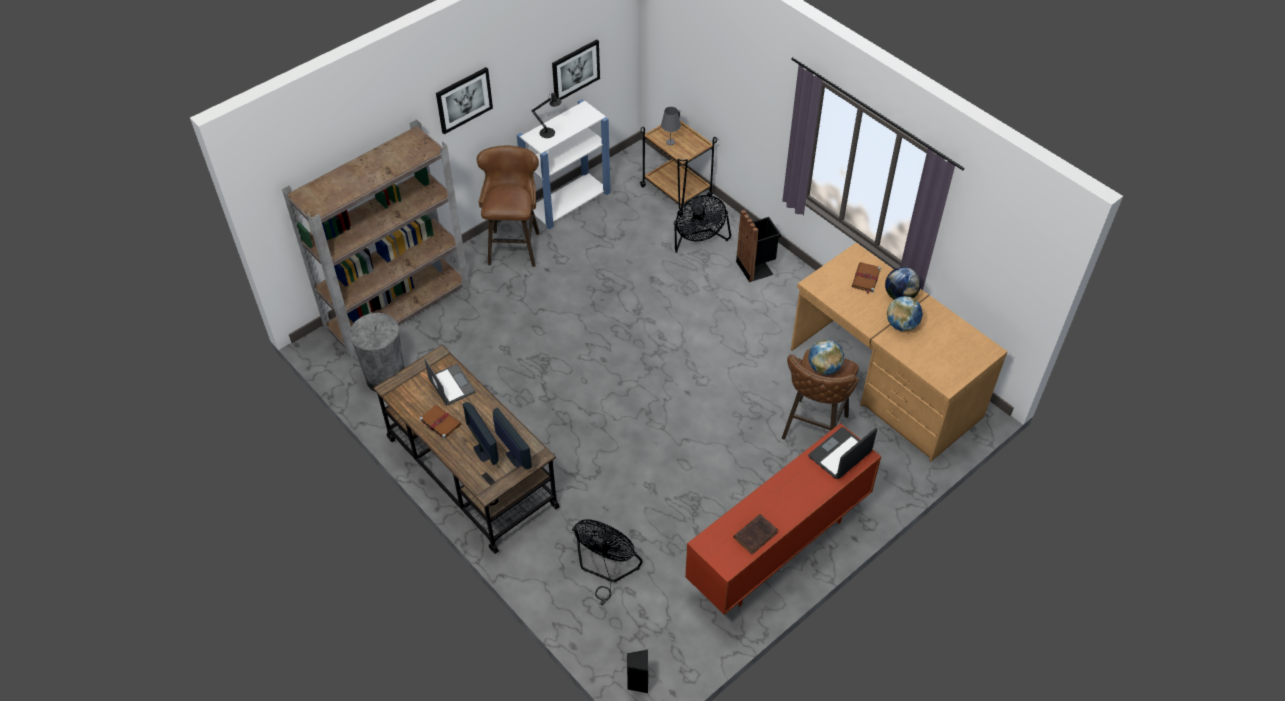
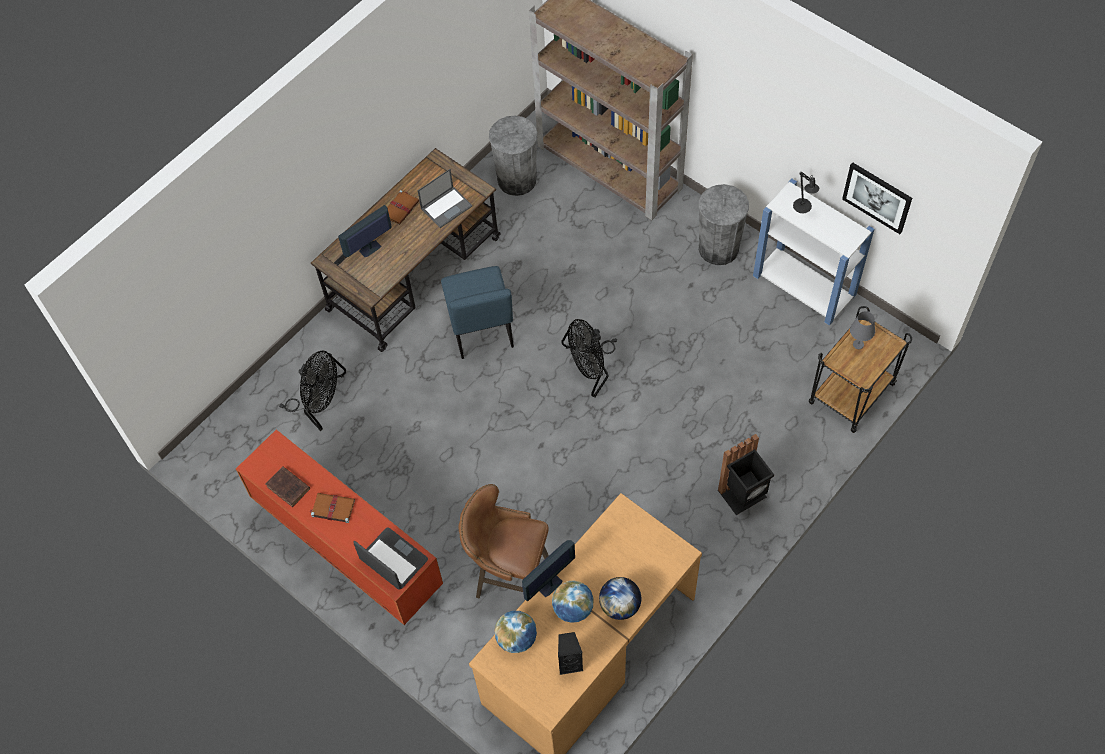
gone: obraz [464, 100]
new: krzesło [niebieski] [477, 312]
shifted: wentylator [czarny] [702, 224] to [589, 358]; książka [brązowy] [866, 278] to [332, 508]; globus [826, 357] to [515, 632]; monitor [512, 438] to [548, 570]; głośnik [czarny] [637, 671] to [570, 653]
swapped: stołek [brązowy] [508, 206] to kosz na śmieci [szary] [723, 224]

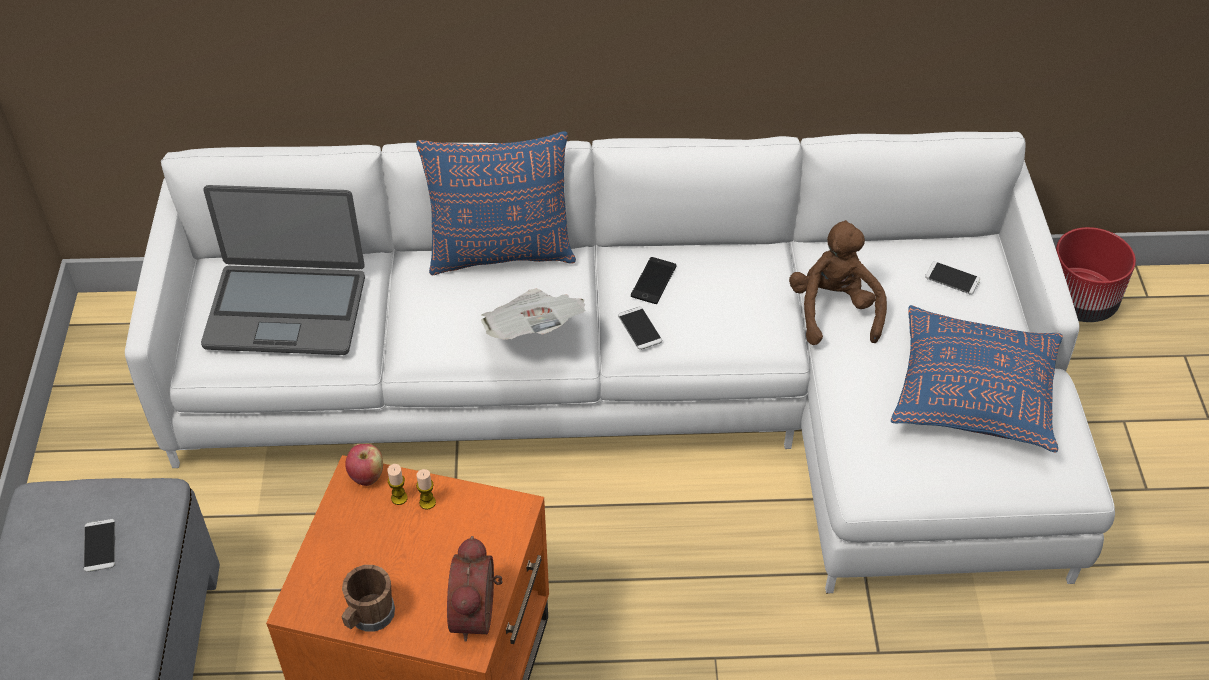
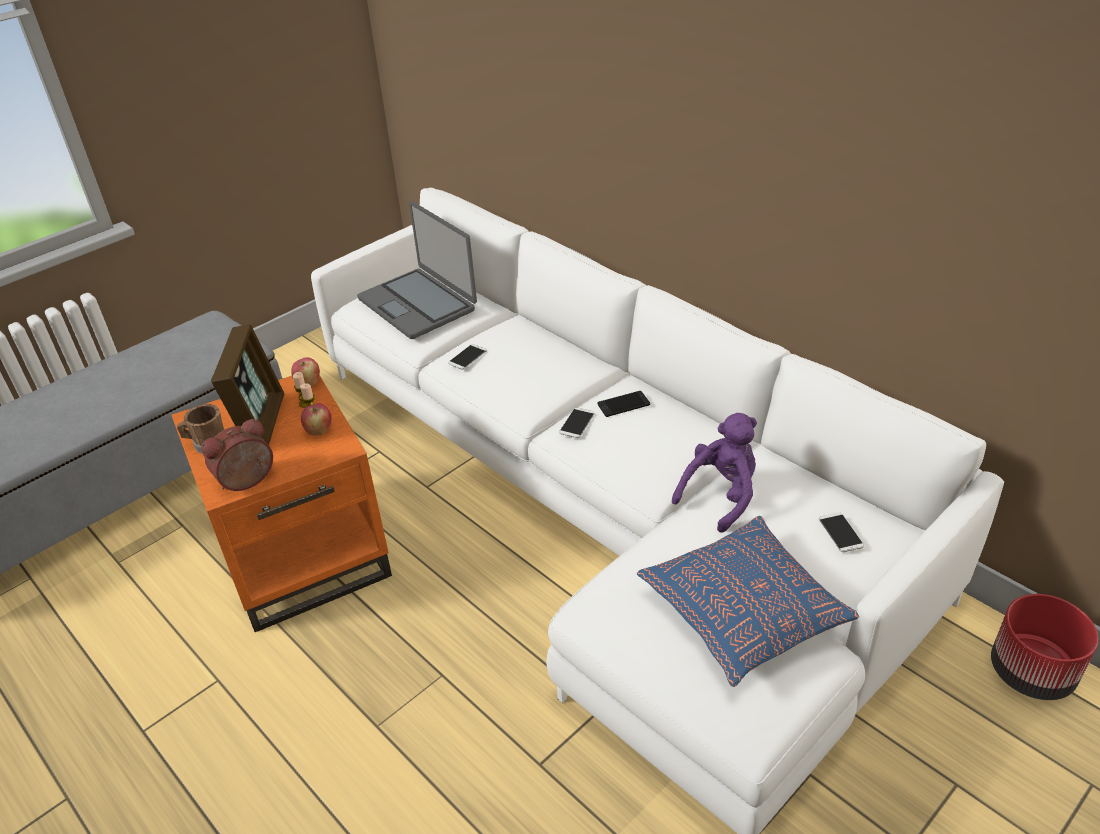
gone: poduszka [niebieski] [496, 203]; gazeta [533, 314]
new: ramka na zdjęcie [247, 384]; jabłko [316, 419]
shifted: telefon [99, 545] to [467, 357]
repainted: pluszak [brązowy] [838, 282] to pluszak [fioletowy] [714, 473]

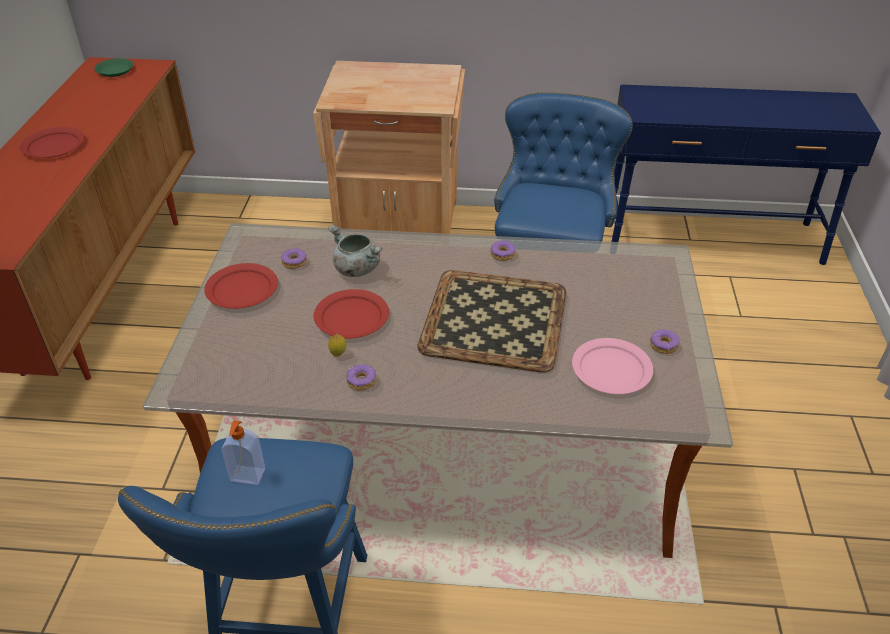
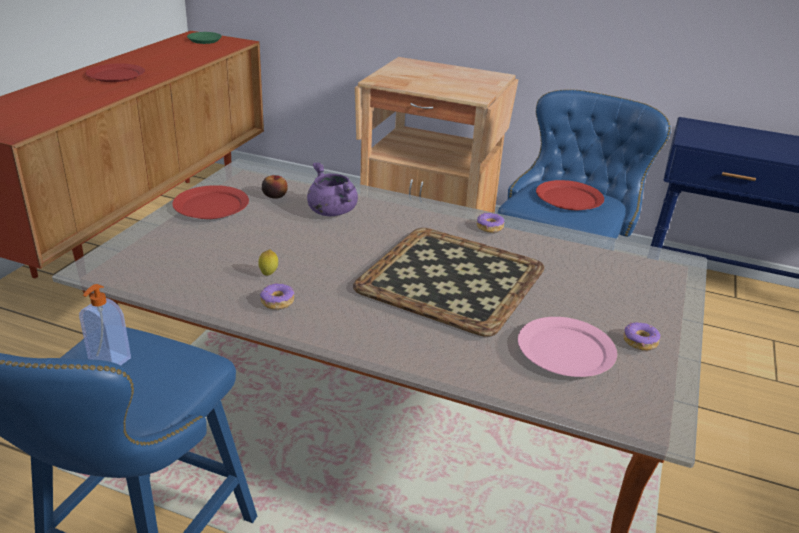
shifted: talerz [czerwony] [351, 313] to [570, 195]
swapped: donut [294, 258] to jabłko [275, 187]
repainted: garnek [szary] [355, 251] to garnek [fioletowy] [332, 189]

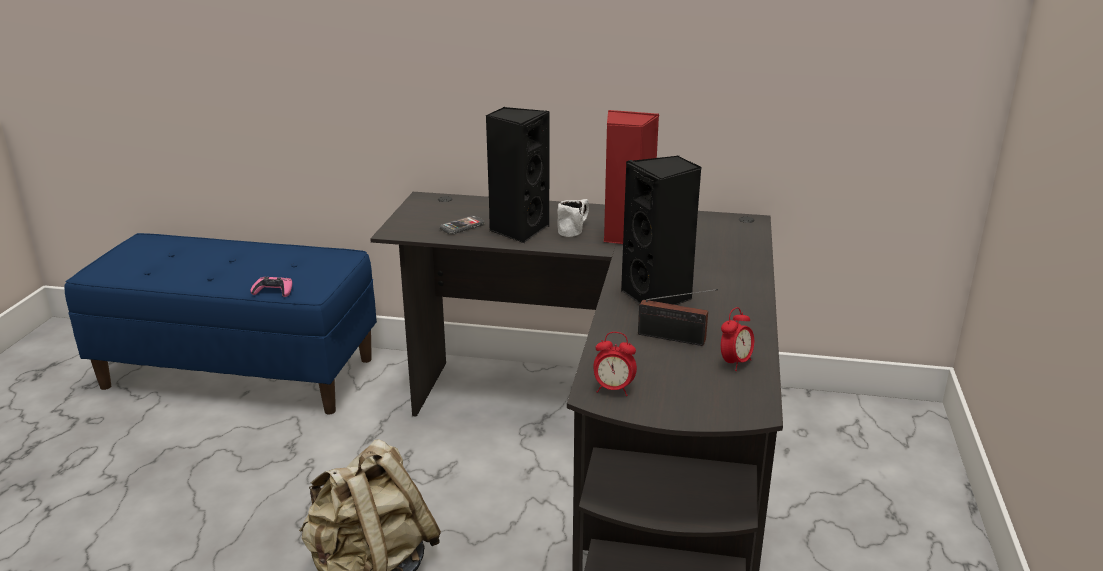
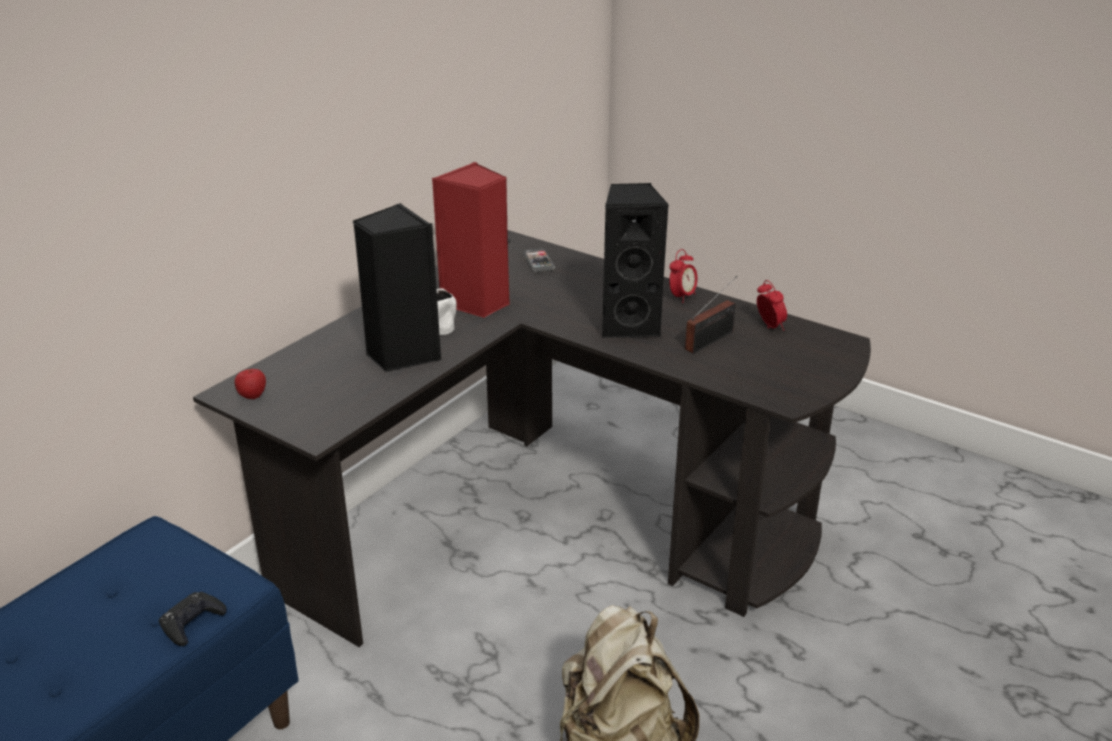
new: jabłko [250, 384]
shifted: telefon [462, 225] to [539, 261]; budzik [615, 364] to [683, 276]
repainted: pad do gier [różowy] [271, 287] to pad do gier [czarny] [193, 619]

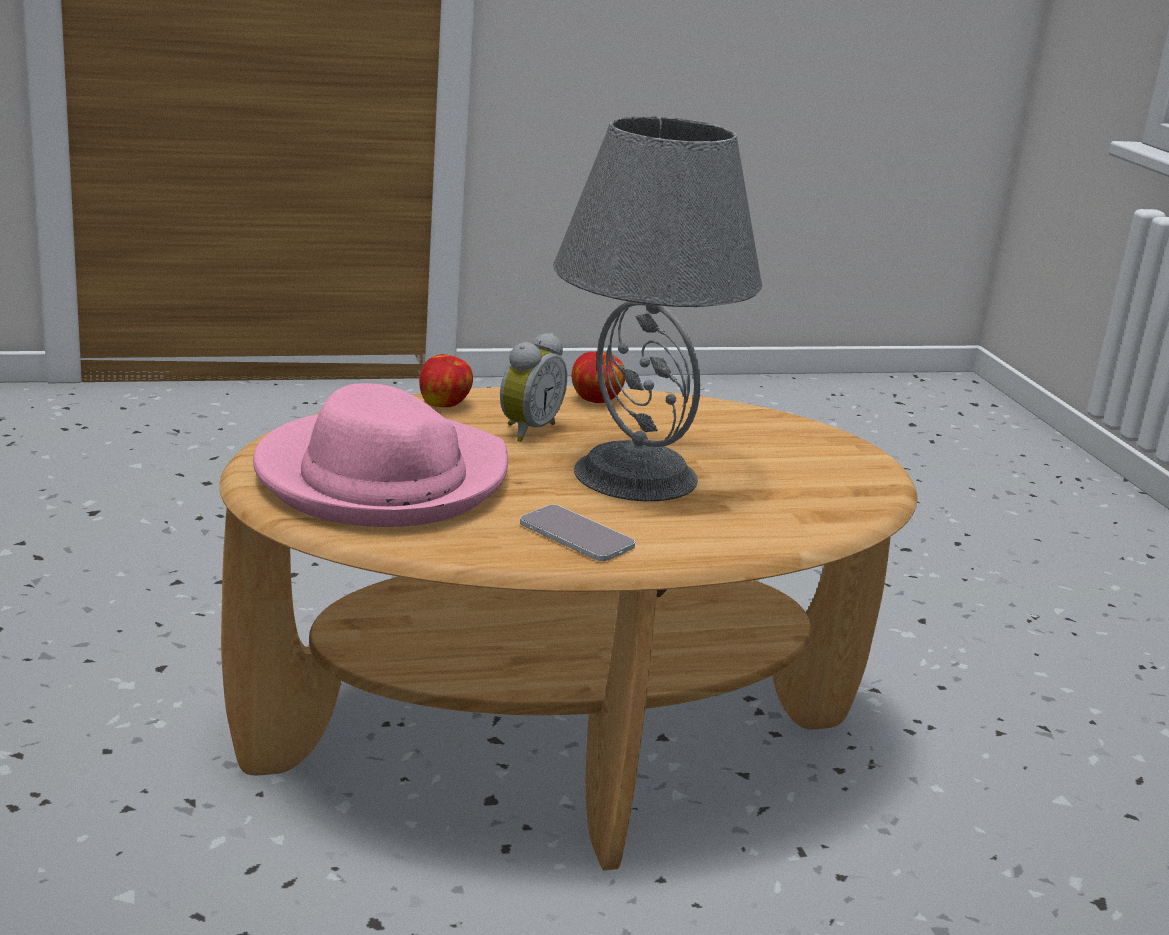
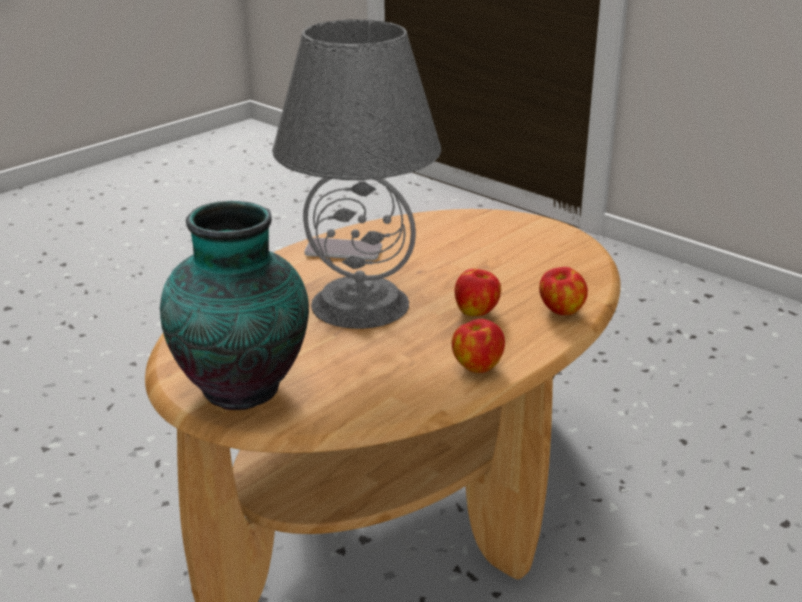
gone: kapelusz [różowy] [380, 455]
new: wazon [234, 305]
swapped: budzik [533, 387] to jabłko [478, 292]

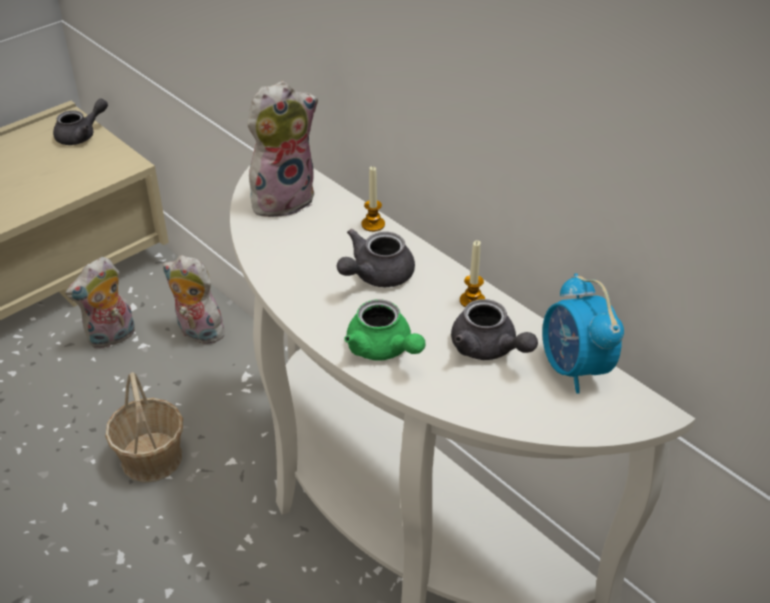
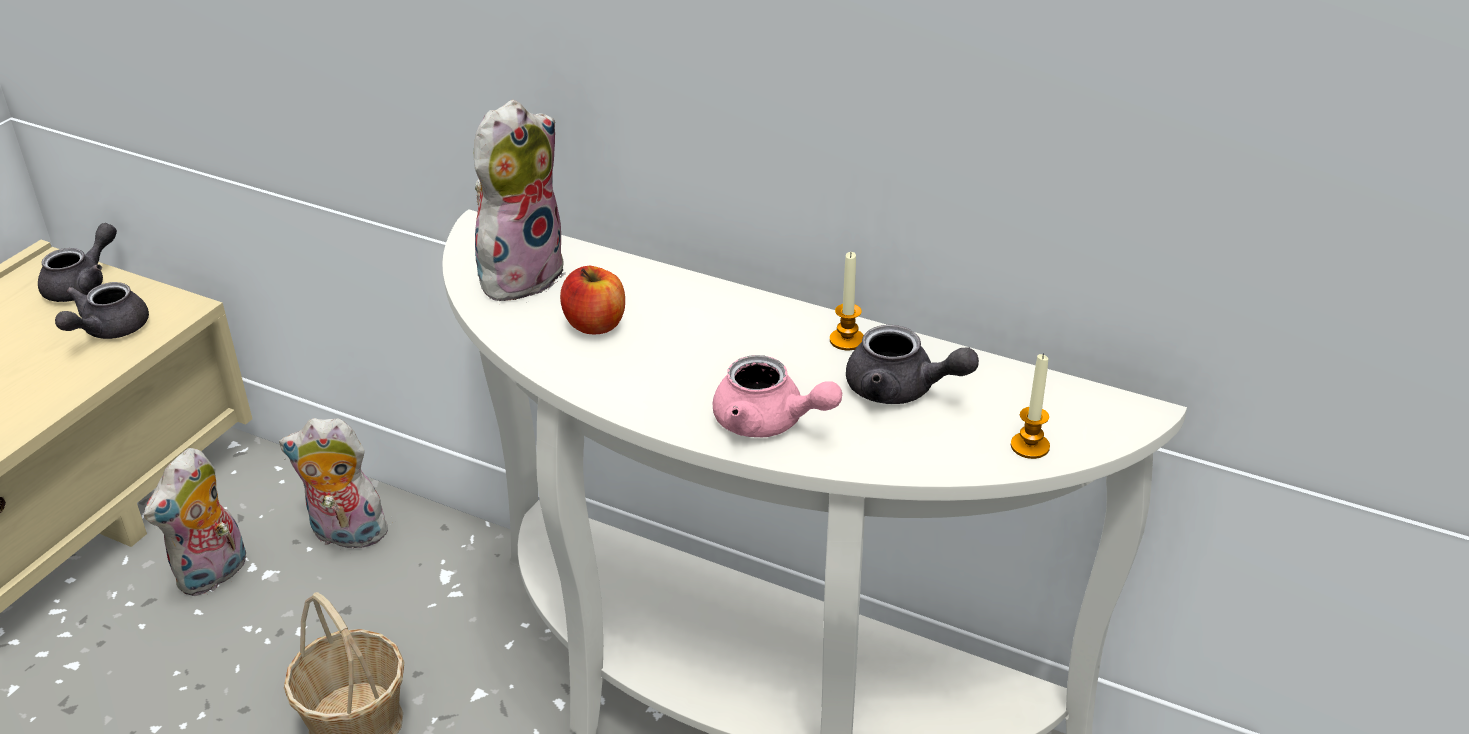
gone: budzik [583, 333]
new: jabłko [592, 300]
shifted: świeca [373, 199] to [1030, 406]; imbryk [szary] [376, 258] to [102, 310]
repainted: imbryk [zielony] [384, 330] to imbryk [różowy] [777, 396]

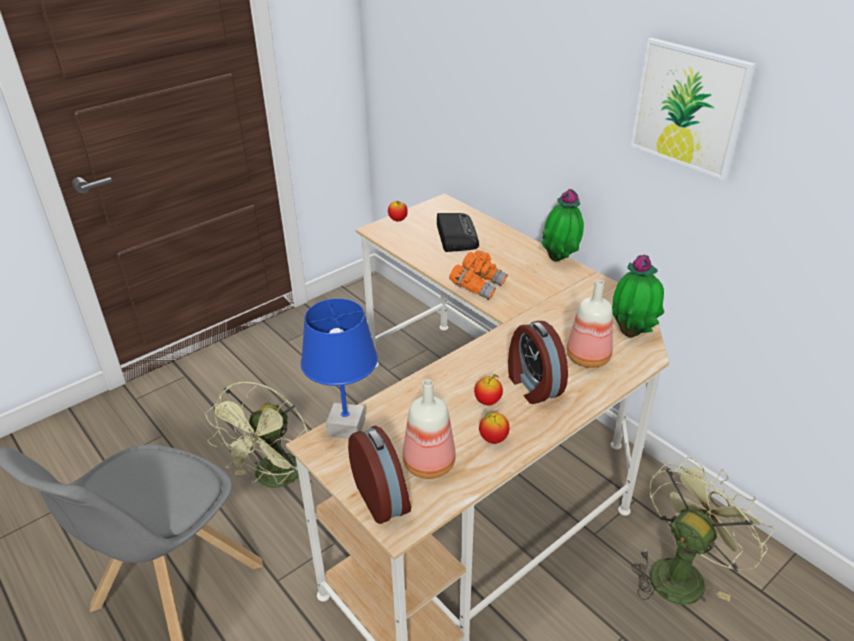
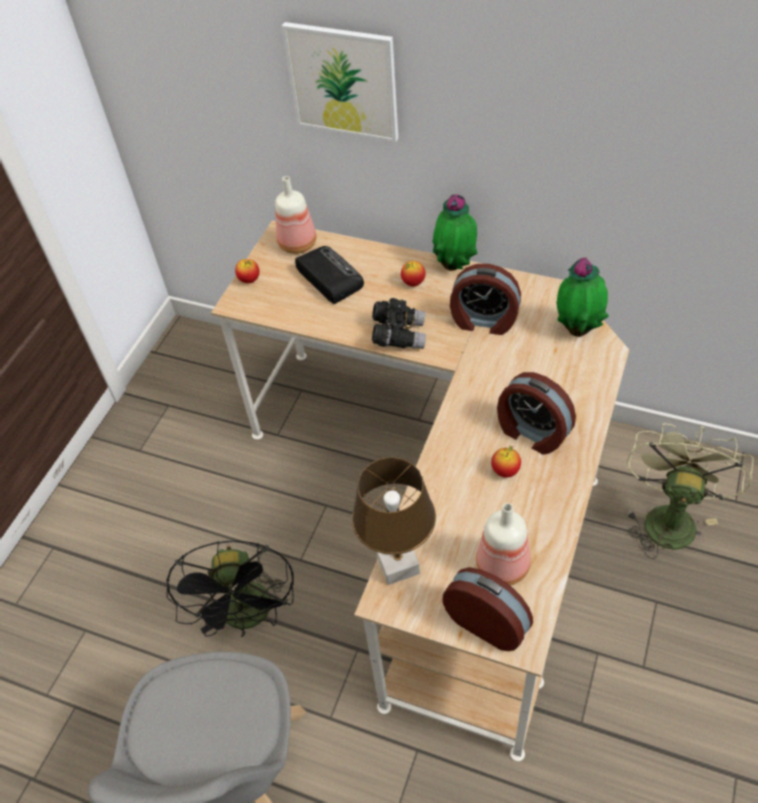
new: budzik [485, 299]
shifted: obraz [693, 109] to [340, 82]; butelka [590, 324] to [296, 215]; jabłko [494, 428] to [413, 273]
repainted: lornetka [pomarańczowy] [478, 275] to lornetka [czarny] [399, 323]; lampa stołowa [niebieski] [339, 368] to lampa stołowa [brązowy] [394, 521]; wentylator [zielony] [258, 435] to wentylator [czarny] [230, 589]

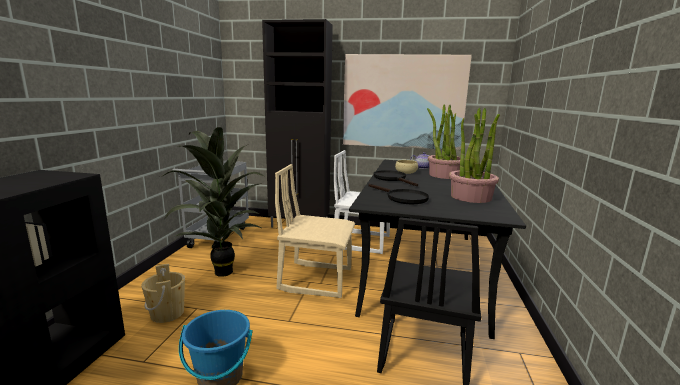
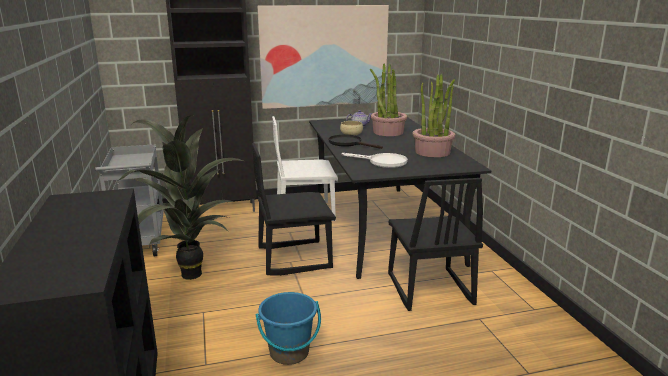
gone: wiadro [beżowy] [163, 293]
repainted: krzesło [beżowy] [315, 231] to krzesło [czarny] [294, 209]; patelnia [czarny] [398, 194] to patelnia [biały] [375, 160]

